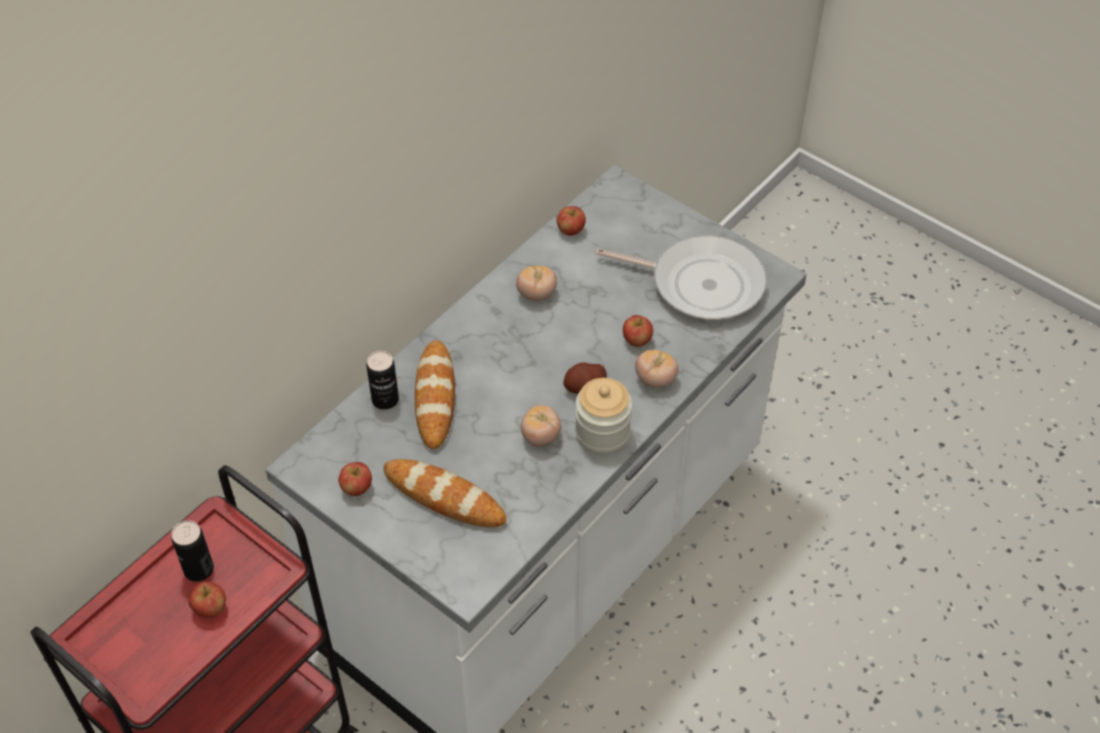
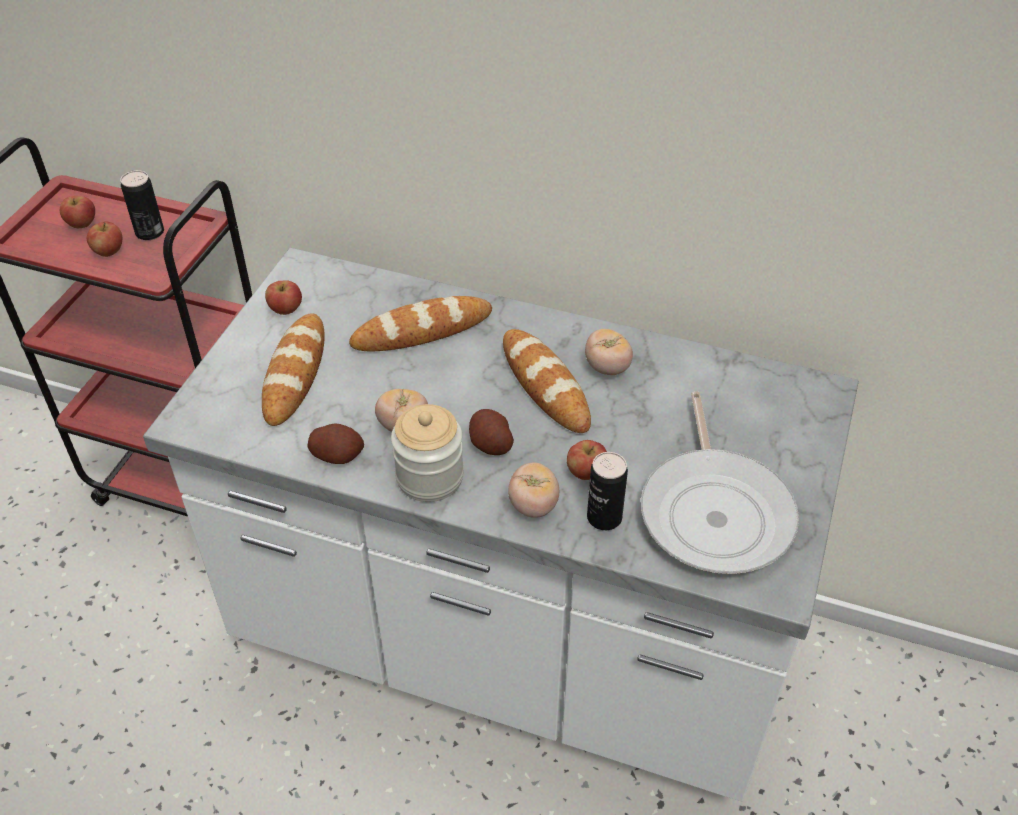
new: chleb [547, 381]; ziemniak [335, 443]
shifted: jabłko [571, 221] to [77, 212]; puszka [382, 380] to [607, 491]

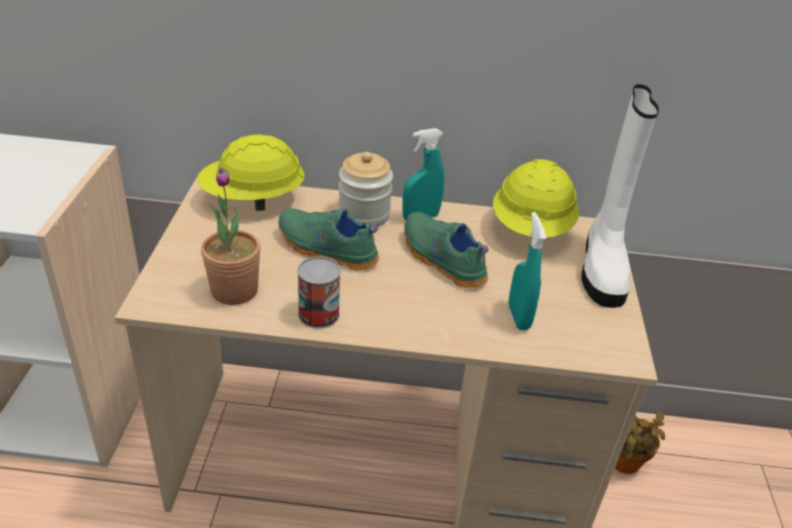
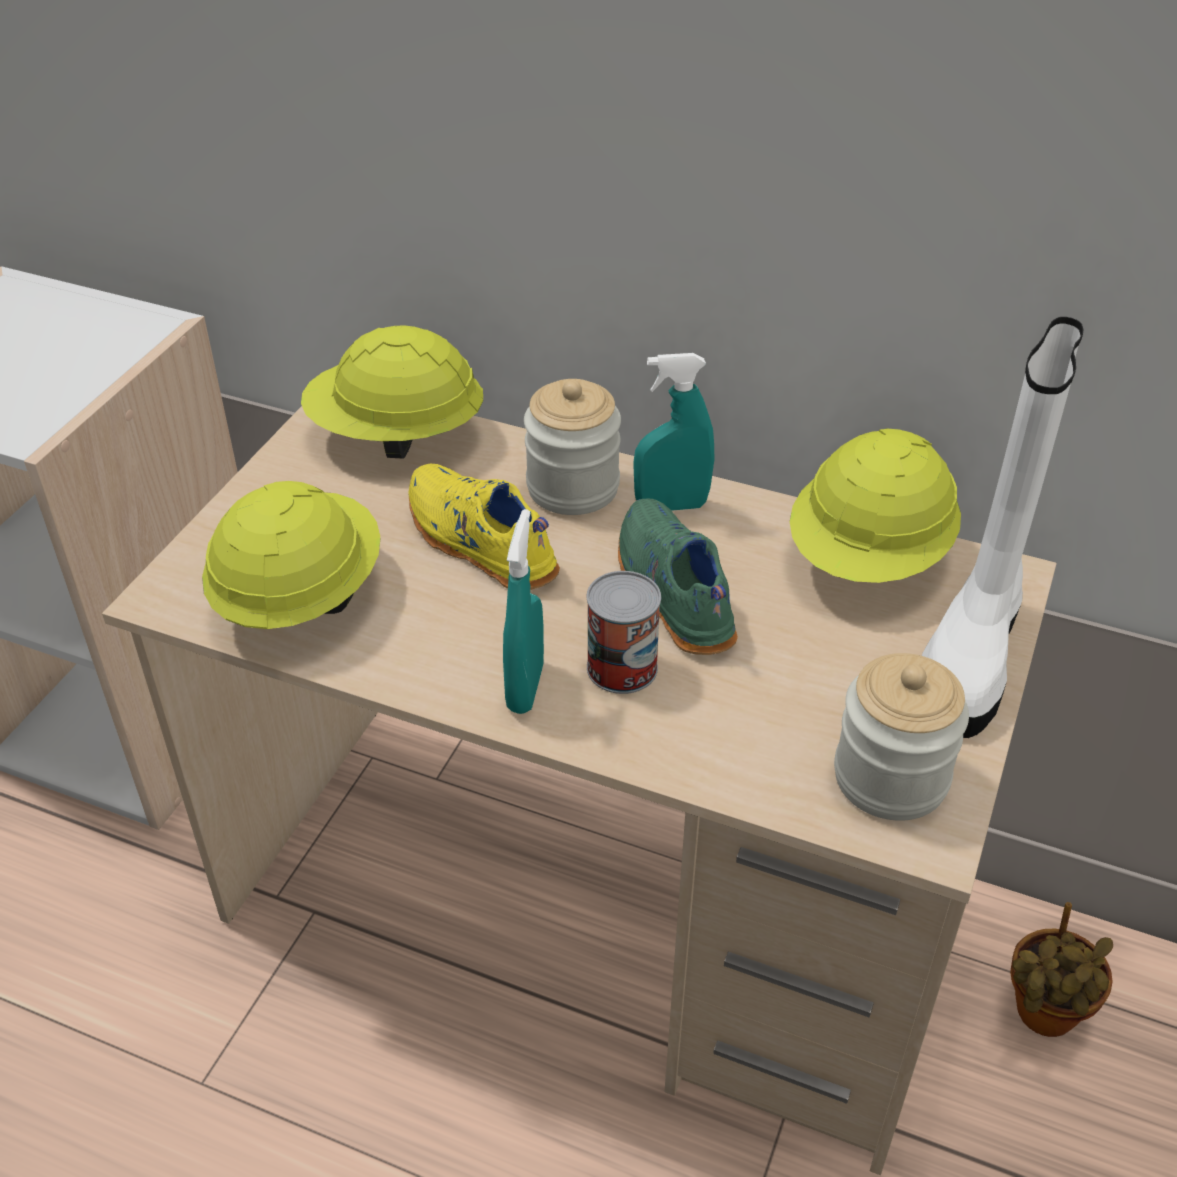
new: słoik [901, 737]
shifted: spryskiwacz [turkusowy] [528, 271] to [523, 611]; puszka [319, 293] to [624, 632]
swapped: roślina doniczkowa [231, 236] to kask [żółty] [291, 555]
repainted: but [zielony] [329, 239] to but [żółty] [484, 527]

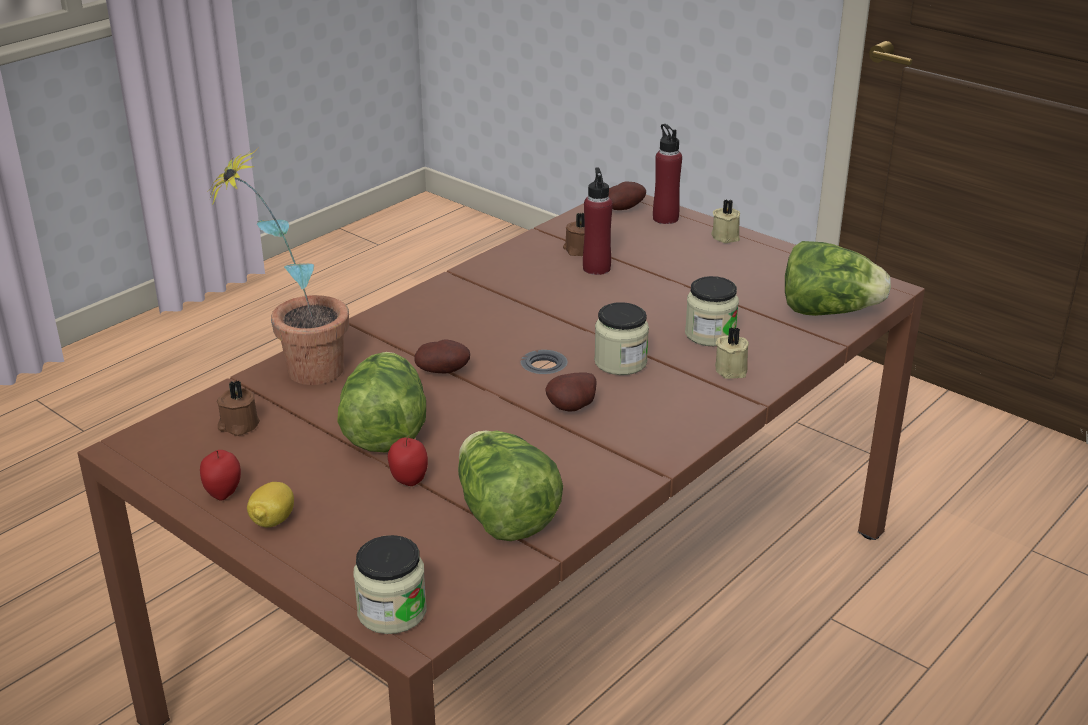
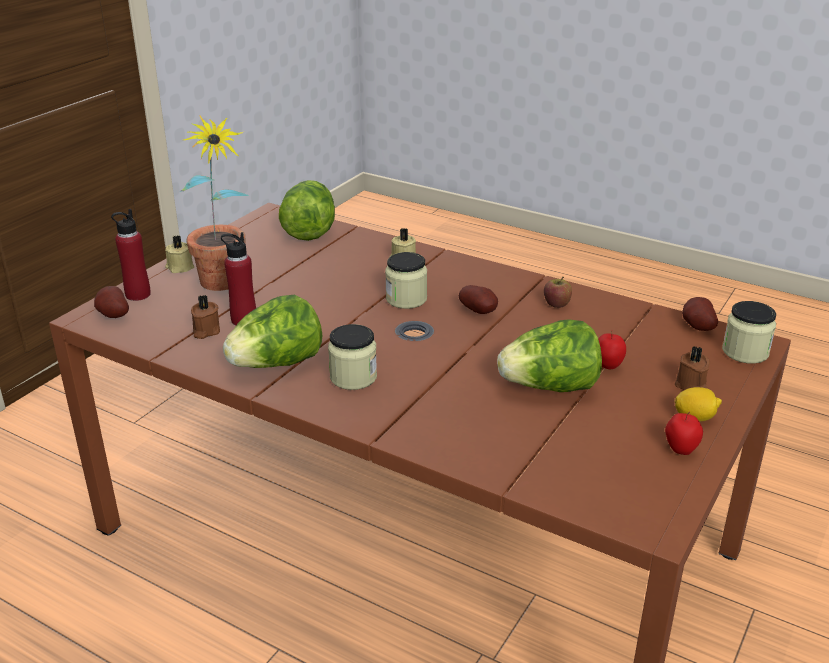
new: jabłko [558, 292]
shifted: roślina doniczkowa [278, 266] to [214, 203]; słoik [712, 311] to [352, 357]; ziemniak [442, 356] to [700, 314]; świeca [brązowy] [238, 408] to [692, 368]; sałata [510, 486] to [273, 331]

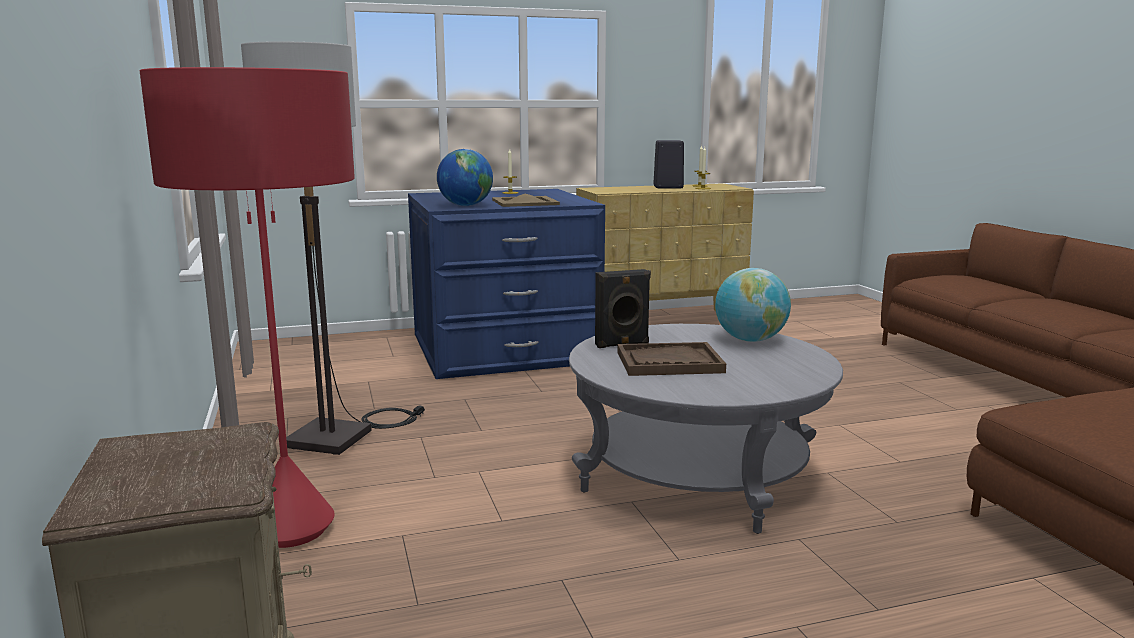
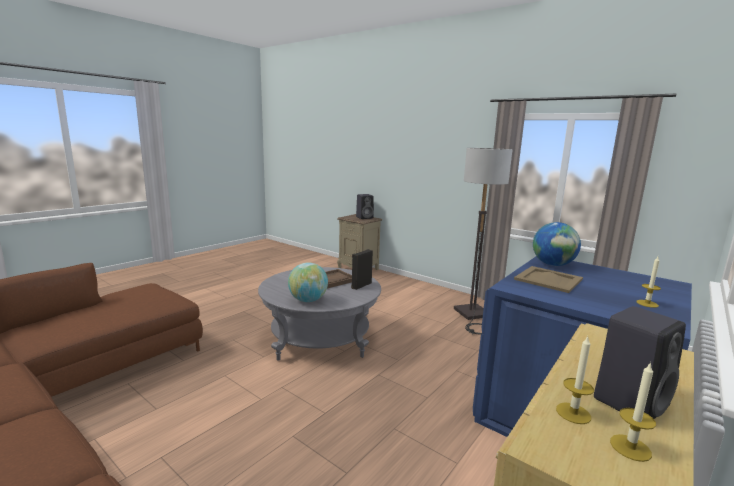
gone: lampa stojąca [czerwony] [247, 307]
new: głośnik [czarny] [365, 206]

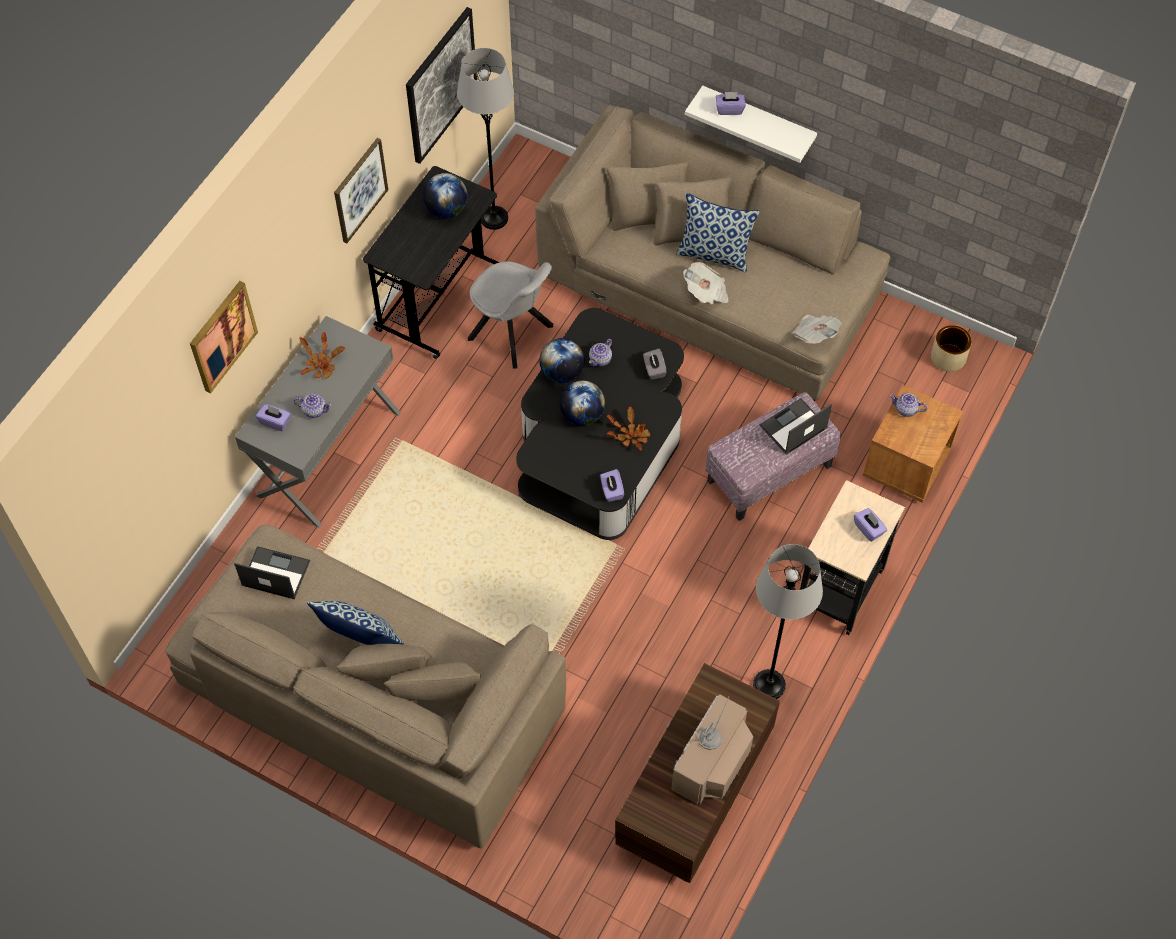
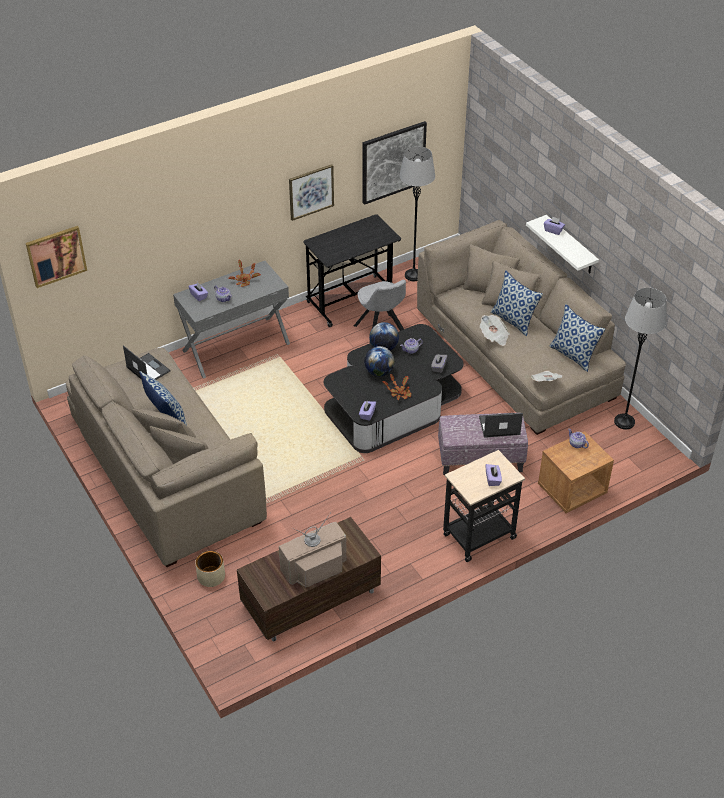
gone: globus [445, 195]
new: poduszka [577, 338]
shifted: obraz [224, 337] to [56, 257]; donica [beżowy] [951, 348] to [210, 569]; lampa stojąca [szary] [788, 621] to [640, 359]

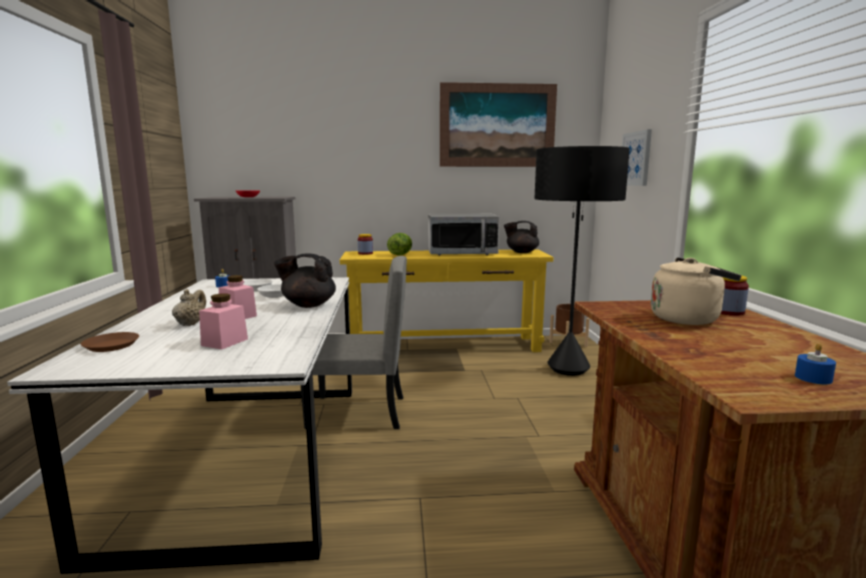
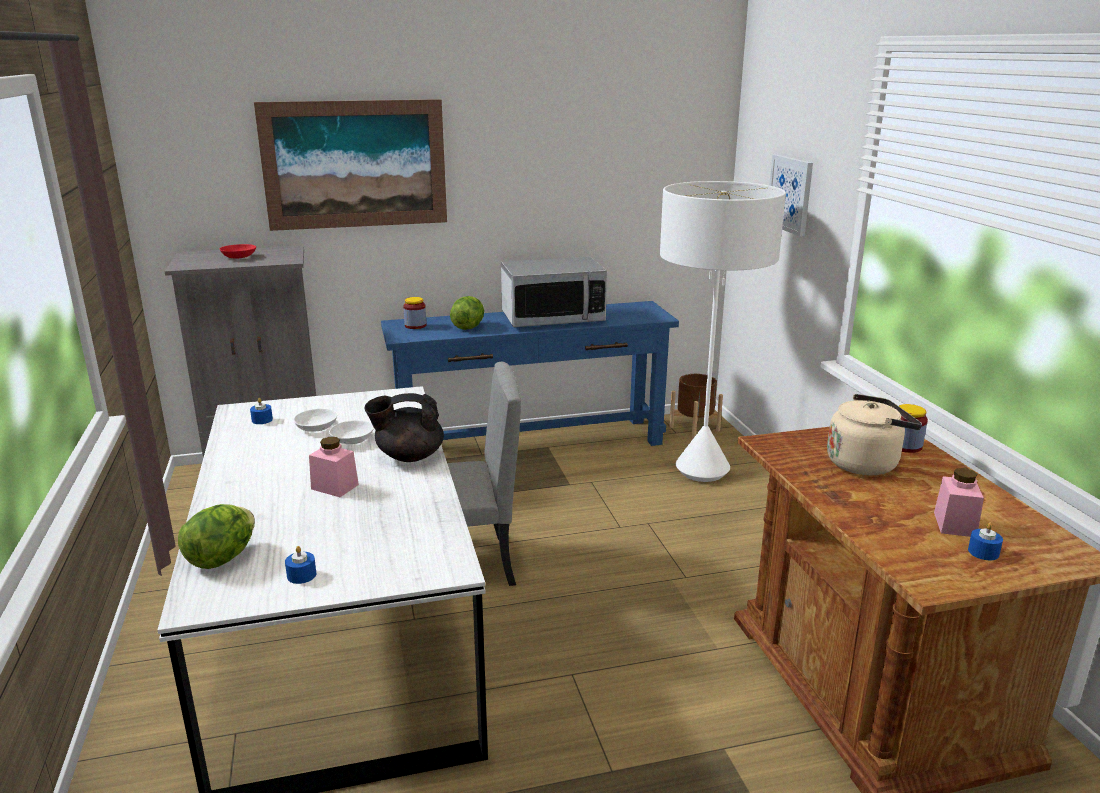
gone: imbryk [czarny] [521, 237]; imbryk [beżowy] [189, 307]
new: świeca [niebieski] [300, 565]
shifted: obraz [498, 124] to [350, 165]; słoik [różowy] [223, 321] to [959, 502]
swapped: talerz [brązowy] [110, 342] to sałata [216, 536]
repainted: lampa stojąca [czarny] [582, 261] to lampa stojąca [biały] [723, 331]; stolik konsolowy [żółty] [446, 300] to stolik konsolowy [niebieski] [530, 373]

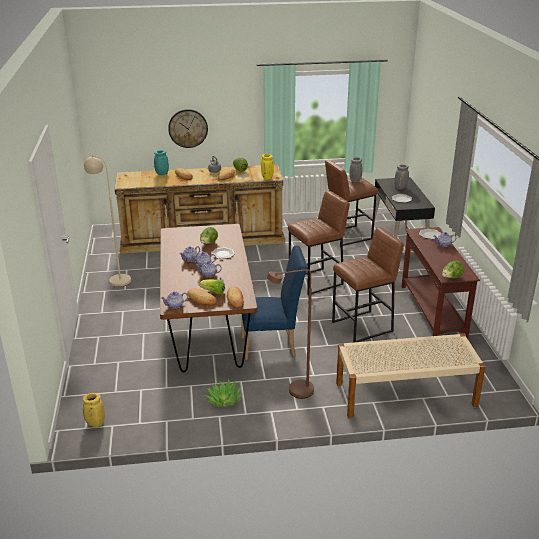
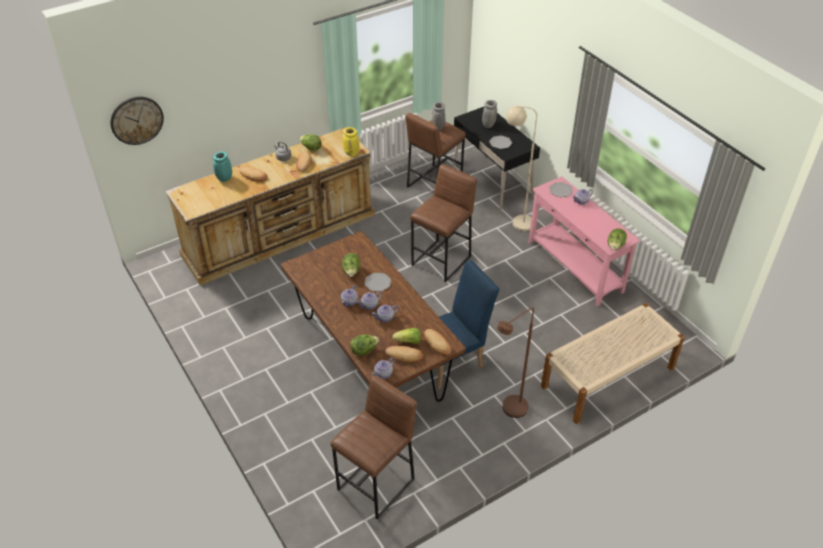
gone: roślina doniczkowa [224, 393]; wazon [żółty] [94, 410]
new: sałata [365, 345]
shifted: zegar ścienny [188, 128] to [137, 120]; lampa stojąca [beżowy] [107, 221] to [521, 168]; stołek [brązowy] [368, 285] to [374, 447]
repainted: stolik konsolowy [brązowy] [441, 283] to stolik konsolowy [różowy] [584, 241]

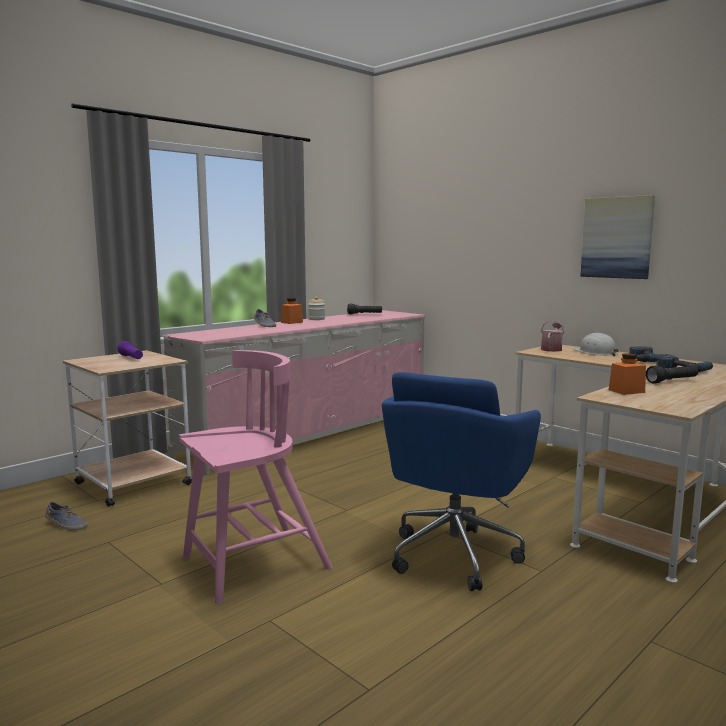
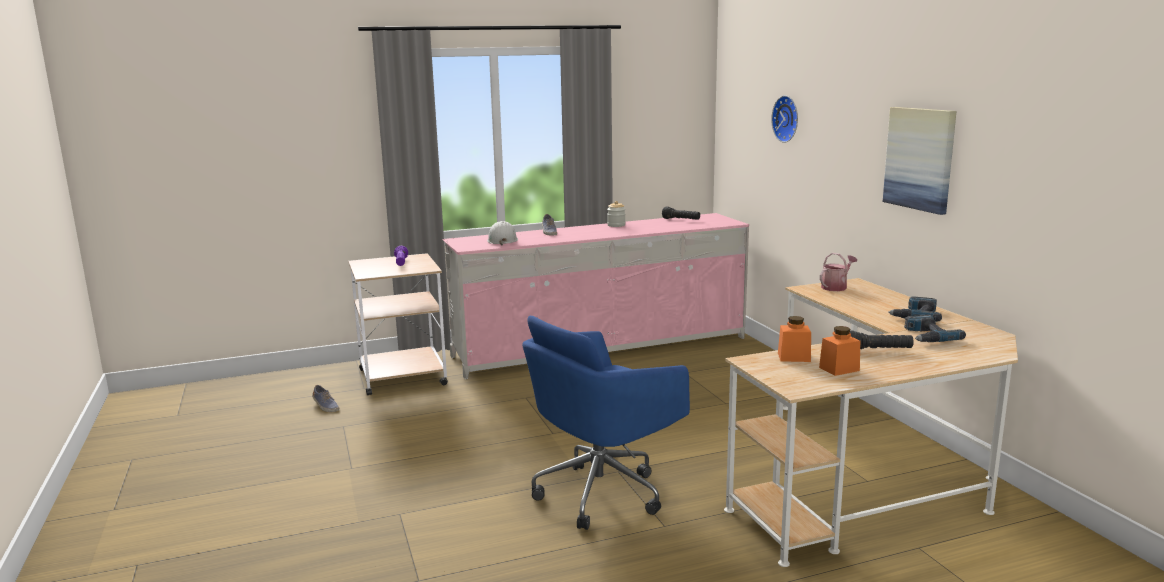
gone: krzesło [różowy] [256, 477]
new: zegar ścienny [784, 119]
shifted: słoik [pomarańczowy] [292, 311] to [839, 351]; kask [biały] [595, 344] to [502, 233]

